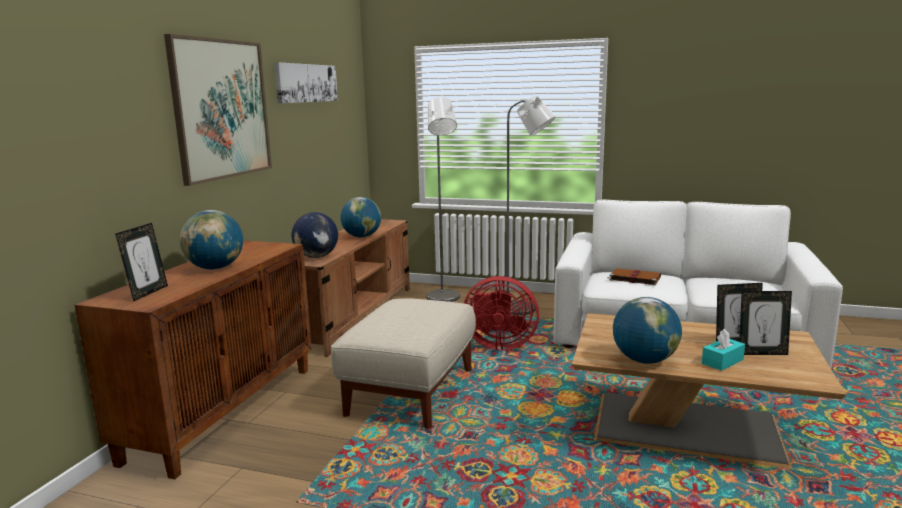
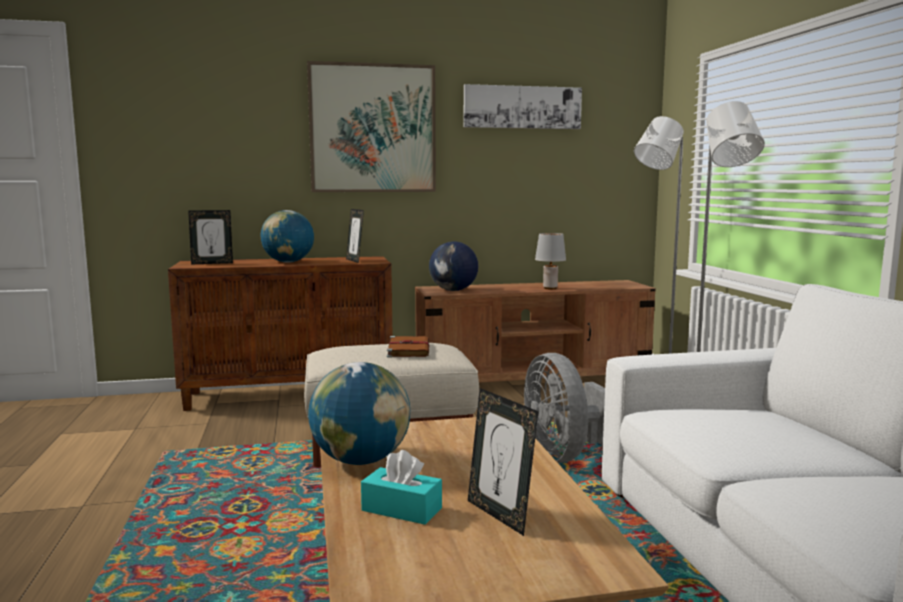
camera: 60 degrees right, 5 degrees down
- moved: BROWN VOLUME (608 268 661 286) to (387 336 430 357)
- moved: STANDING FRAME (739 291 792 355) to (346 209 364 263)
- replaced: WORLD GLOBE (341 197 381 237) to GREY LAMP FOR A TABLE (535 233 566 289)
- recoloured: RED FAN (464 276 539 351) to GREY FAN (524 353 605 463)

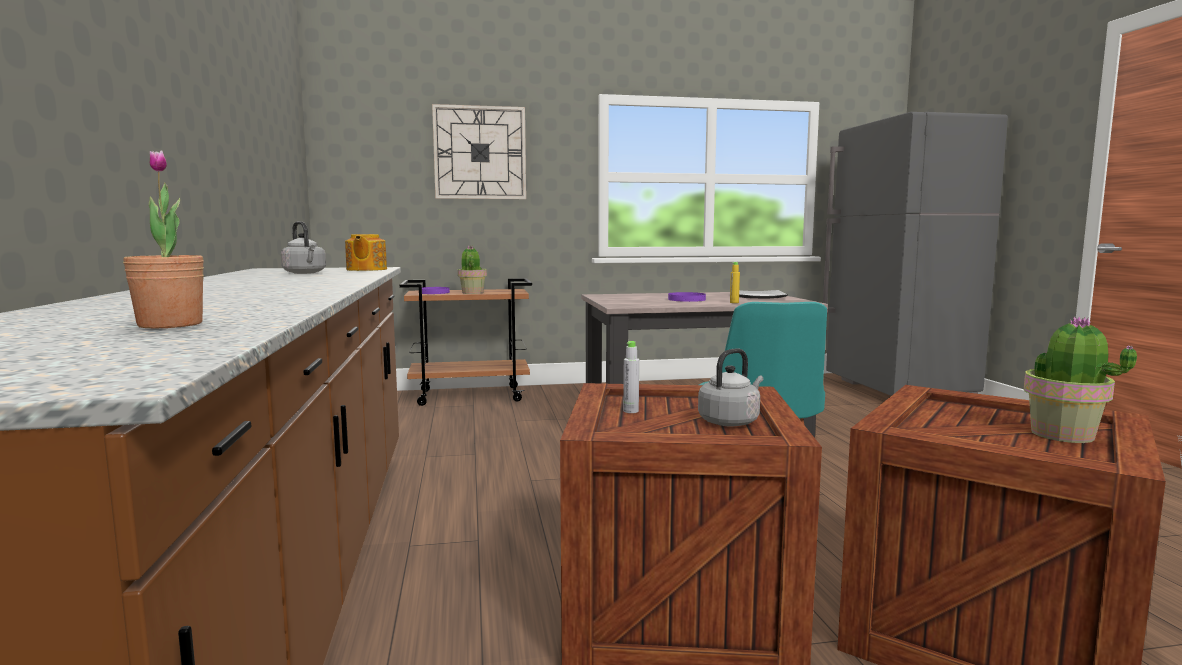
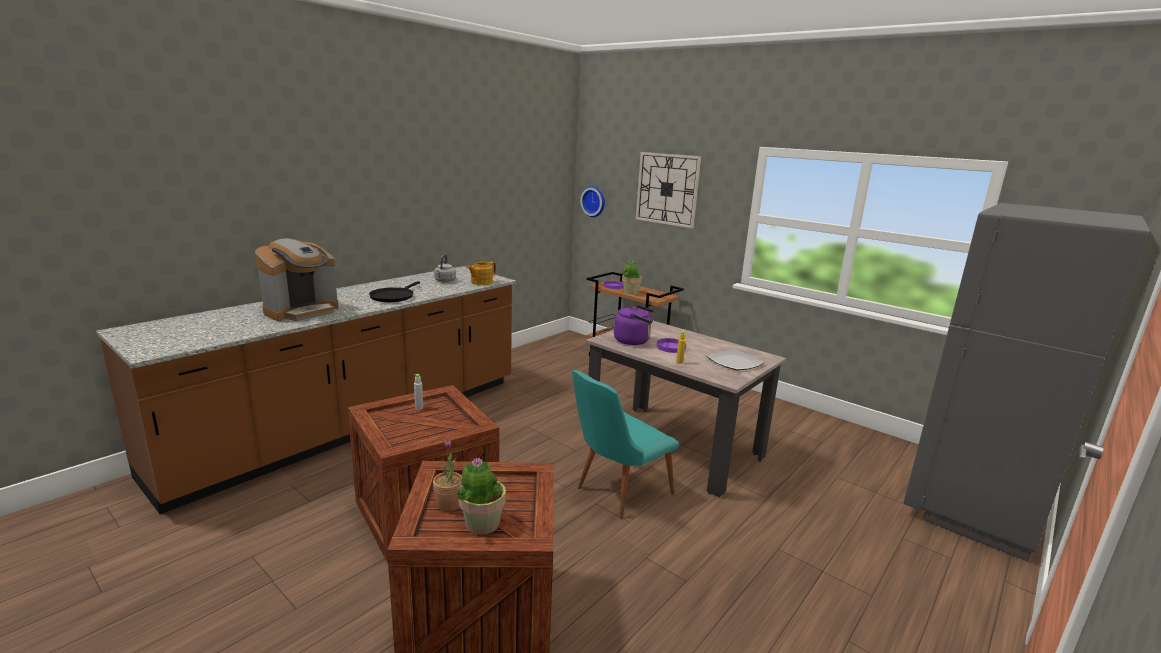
camera: 50 degrees right, 10 degrees up
- removed: GREY TEA KETTLE (698 348 763 427)
- added: COFFEE MACHINE (255 238 339 321)
- added: BLACK PAN (369 281 420 302)
- added: HANGING CLOCK (580 186 605 217)
- added: PURPLE TEA KETTLE (614 305 656 345)
- moved: POTTED PLANT (123 150 204 328) to (433 440 462 512)

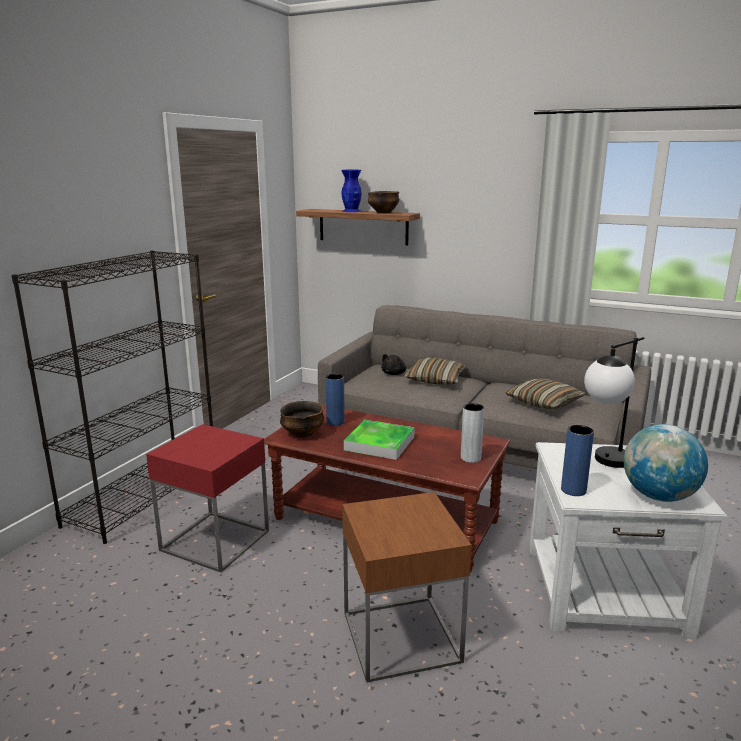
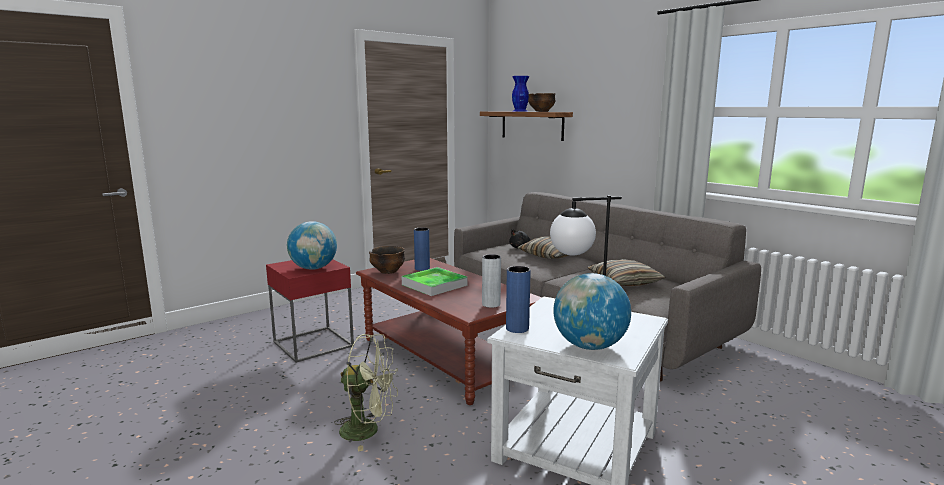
camera: 25 degrees right, 5 degrees down
- removed: BLACK SHELVING UNIT (11 250 213 544)
- added: WORLD GLOBE (287 221 337 270)
- replaced: BROWN SIDE TABLE (342 492 472 683) to GREENISH FAN (334 334 398 451)

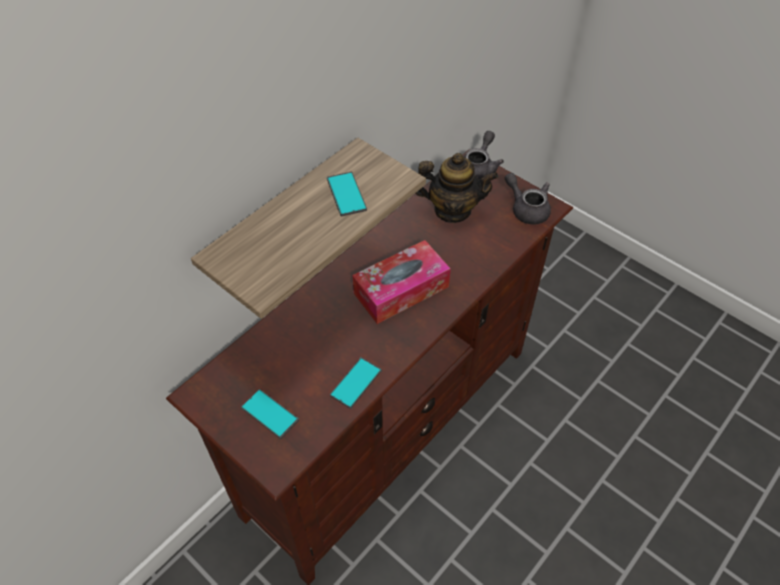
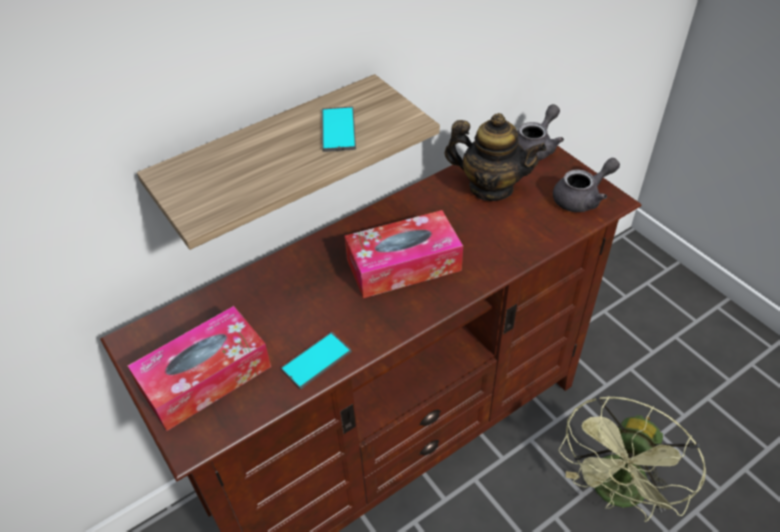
camera: 15 degrees right, 5 degrees down
- added: GREENISH FAN (559 396 707 522)
- replaced: HANDSET (241 389 299 439) to TISSUE BOX (128 306 271 431)
- turned: GREY POT FOR TEA (505 173 551 225) = (553 158 620 212) 90 degrees clockwise

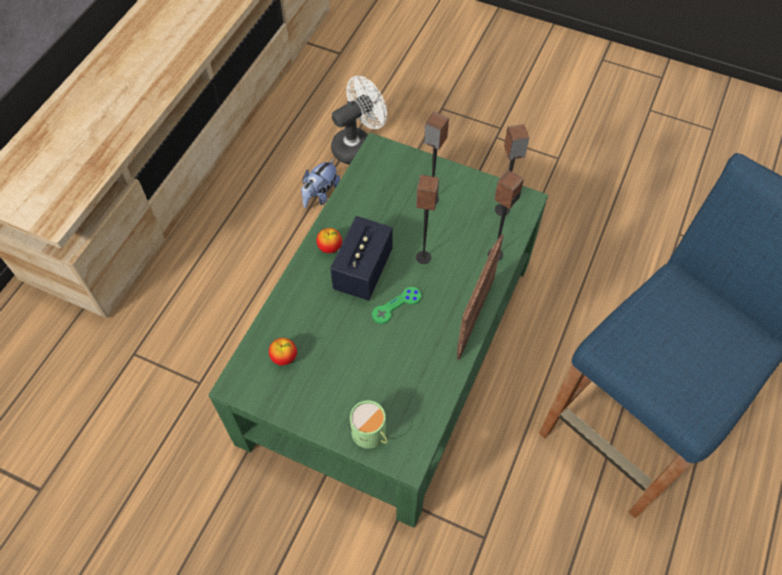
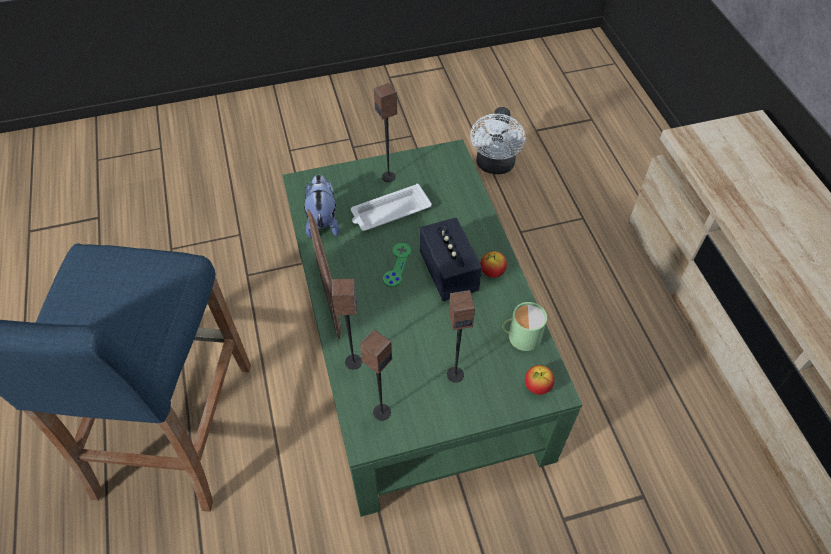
camera: 140 degrees right, 5 degrees down
- added: WHITE SERVING TRAY (351 184 432 231)
- moved: APPLE FRUIT (269 338 297 365) to (525 365 554 395)
- moved: SOFT TOY (301 159 340 208) to (304 174 340 238)
- moved: WHITE FAN (331 76 387 165) to (470 107 526 174)
- moved: GREENISH TEA MUG (349 400 388 449) to (502 302 547 351)
- moved: AUDIO SPEAKER (416 175 439 264) to (374 83 397 182)

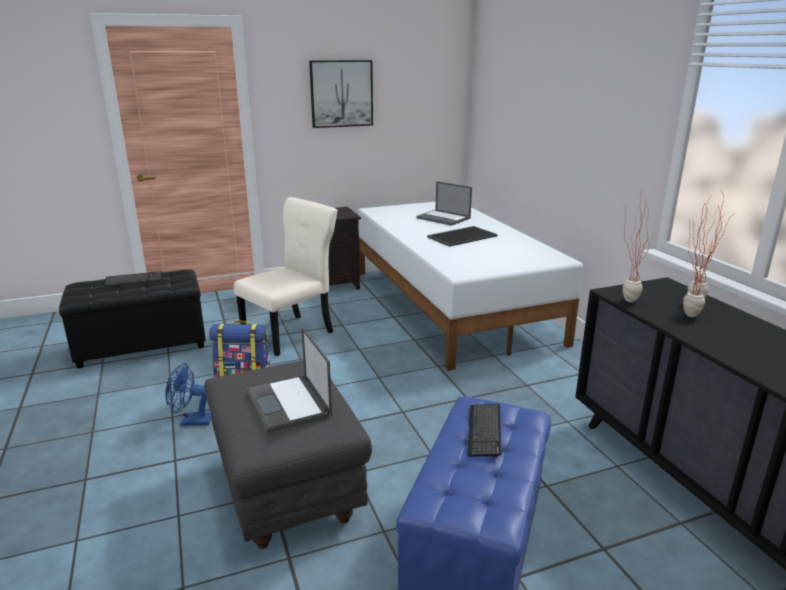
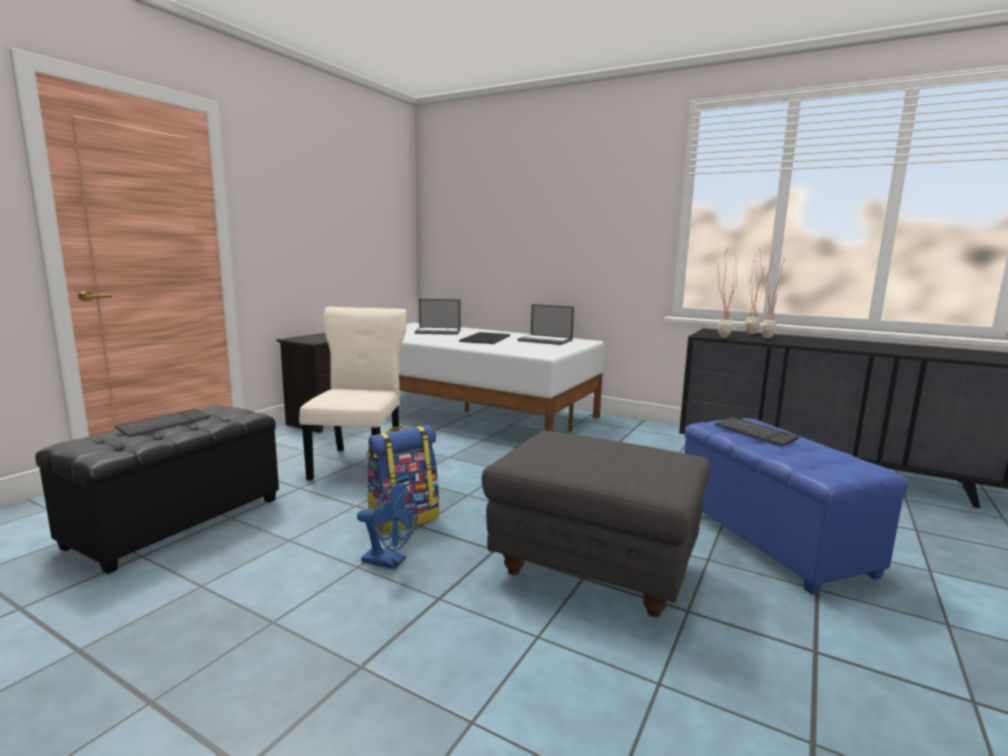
camera: 40 degrees left, 10 degrees down
- removed: WALL ART (309 60 373 128)
- moved: PORTABLE COMPUTER (247 327 332 433) to (517 304 574 345)
- turned: BLUE-COLOURED FAN (165 363 212 426) = (357 482 418 570) 120 degrees counterclockwise

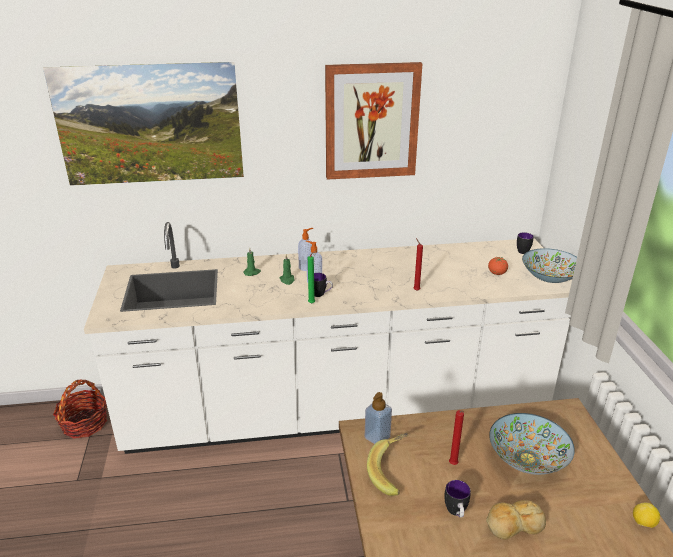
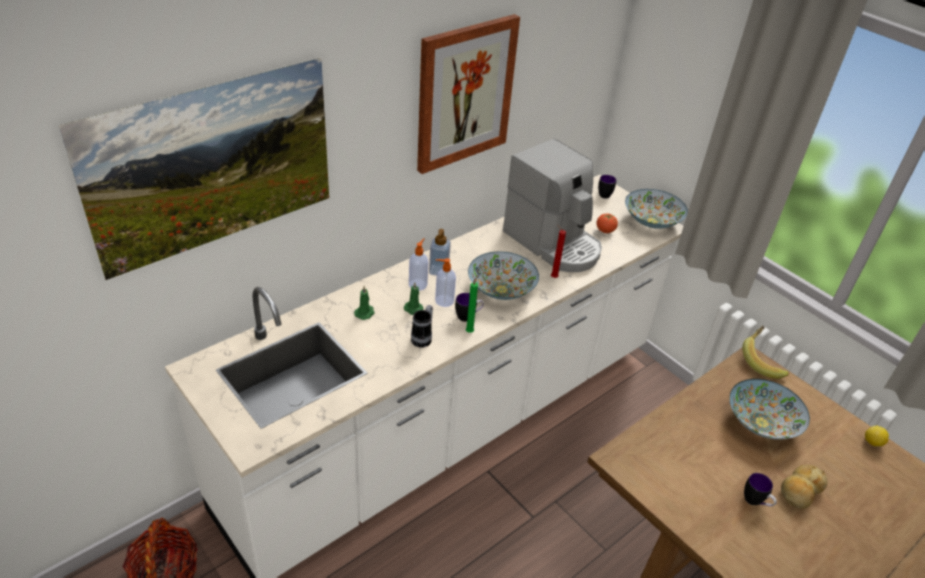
camera: 35 degrees left, 10 degrees up
- removed: RED WAX CANDLE (449 410 464 465)
- added: TEA MUG (411 305 433 348)
- added: DEEP DISH (468 252 539 300)
- added: COFFEE MACHINE (503 139 602 272)
- moved: LIQUID SOAP BOTTLE (365 392 392 444) to (429 229 451 276)
- moved: BANANA (367 433 408 496) to (742 326 789 379)

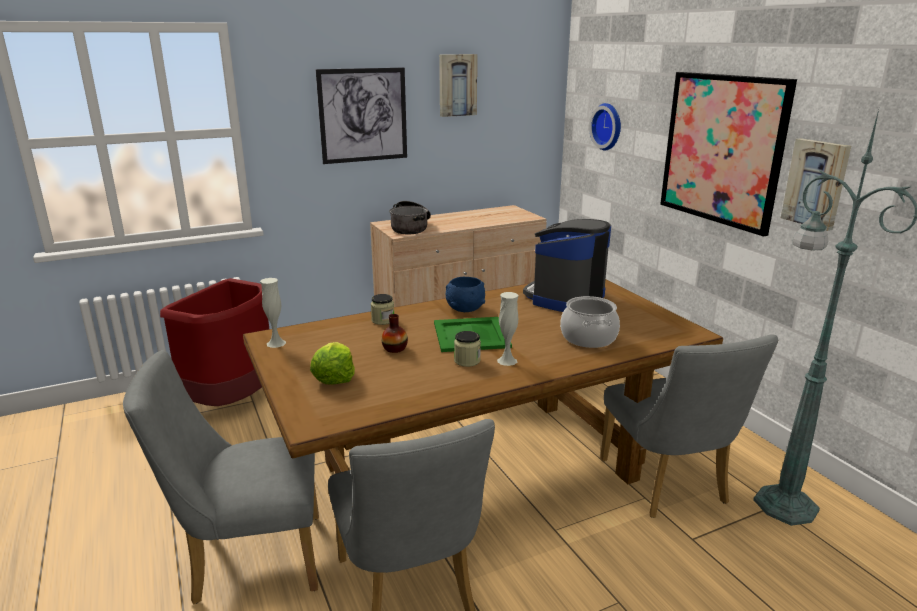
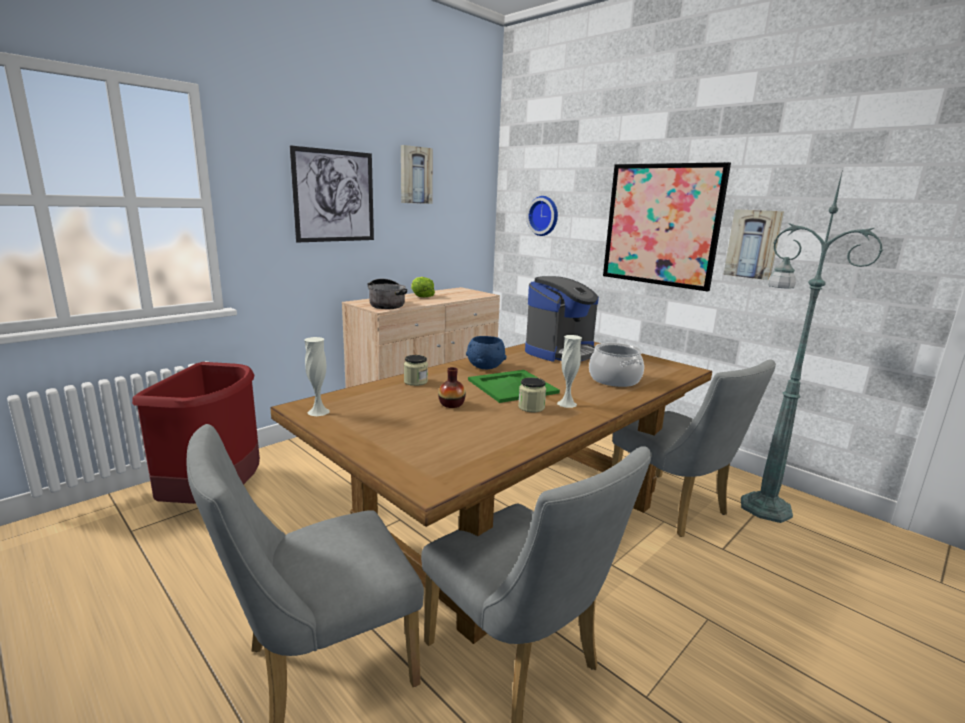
camera: 20 degrees left, 5 degrees down
- moved: HEAD OF LETTUCE (310 342 355 385) to (411 277 435 297)
- turned: COFFEE MACHINE (523 219 611 312) = (525 276 599 362) 150 degrees counterclockwise

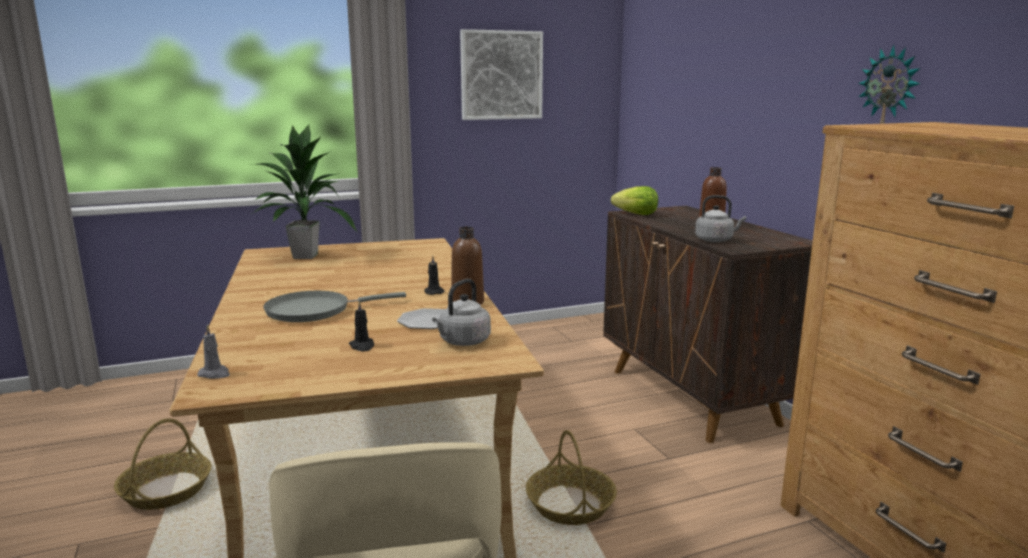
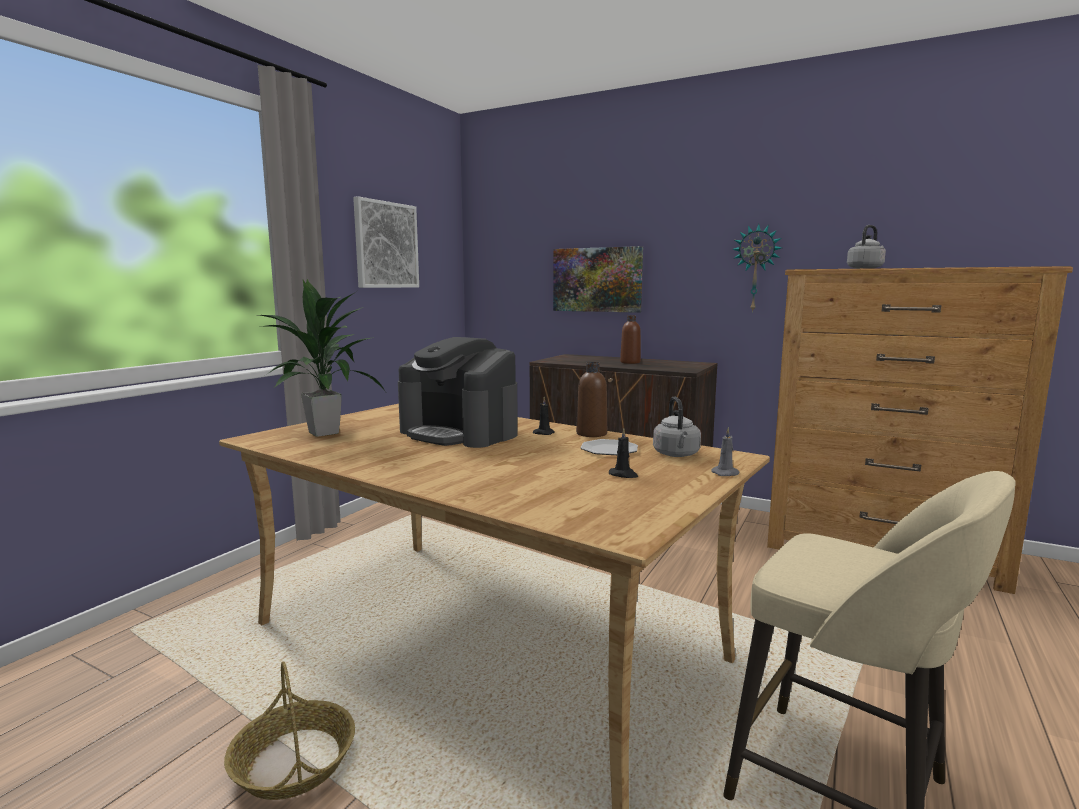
camera: 40 degrees left, 5 degrees down
- removed: GREY PAN (263 291 406 322)
- removed: STORAGE BASKET (526 430 617 525)
- removed: HEAD OF LETTUCE (611 186 658 215)
- added: COFFEE MACHINE (398 337 518 448)
- added: WALL ART (553 246 643 313)
- moved: GREY WAX CANDLE (197 324 230 379) to (711 427 740 476)
- moved: GREY TEA KETTLE (695 195 746 242) to (847 225 886 269)

